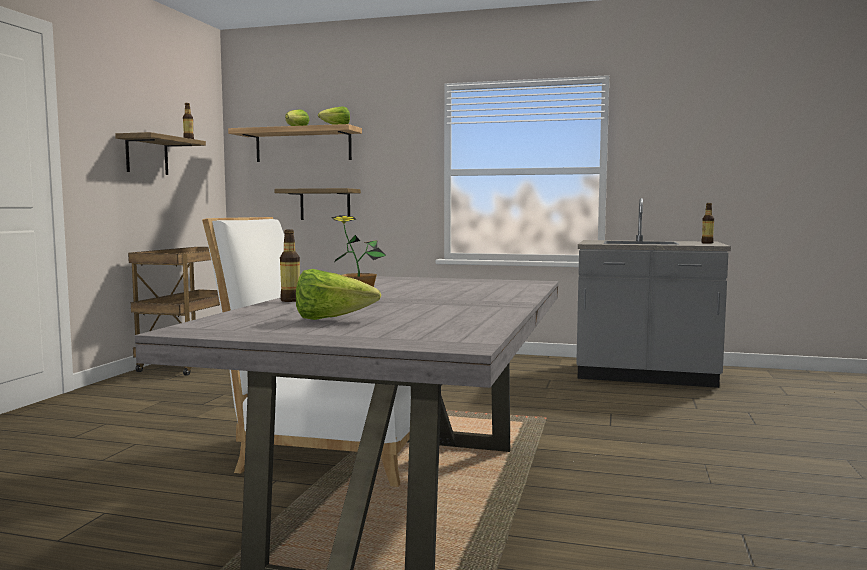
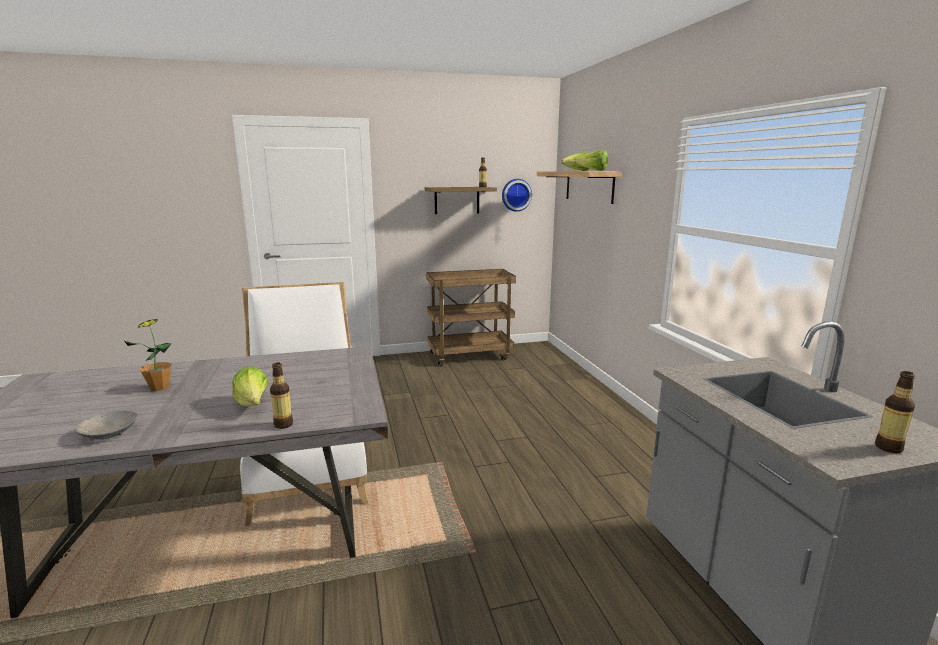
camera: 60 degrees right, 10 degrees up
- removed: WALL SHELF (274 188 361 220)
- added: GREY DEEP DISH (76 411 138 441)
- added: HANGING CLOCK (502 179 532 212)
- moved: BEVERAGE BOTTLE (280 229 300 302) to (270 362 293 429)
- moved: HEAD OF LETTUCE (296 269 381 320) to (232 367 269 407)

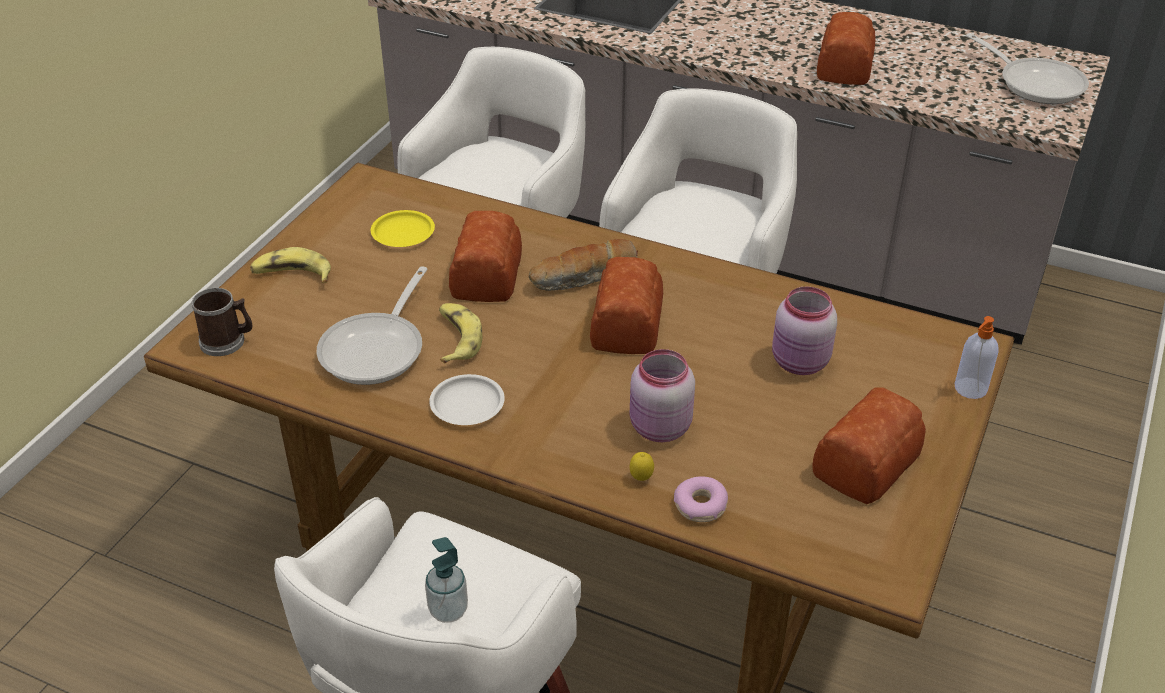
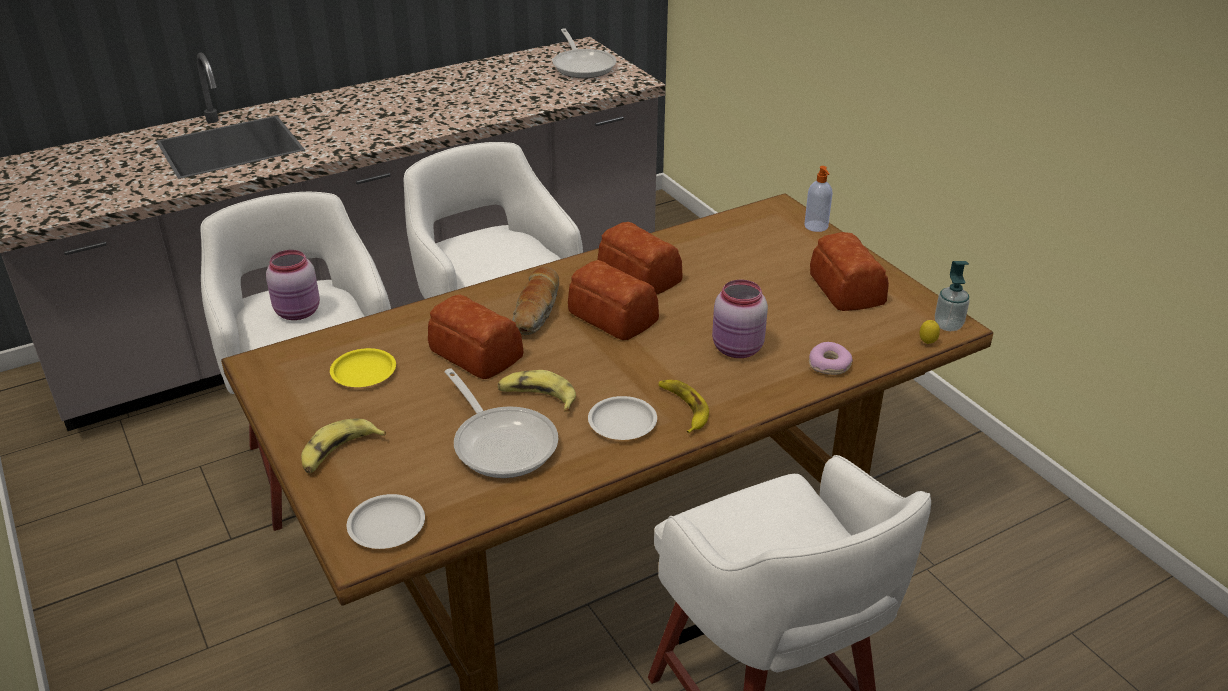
camera: 55 degrees left, 5 degrees down
- added: BANANA (658 380 709 433)
- moved: LIQUID SOAP BOTTLE (425 537 468 623) to (935 261 969 331)
- moved: WHOLE LEMON (629 452 654 481) to (919 320 940 344)
- moved: PINKISH JAR (772 286 837 375) to (266 250 320 320)
- moved: BAKERY BREAD (817 12 876 85) to (597 222 683 295)
- replaced: TEA MUG (191 288 253 356) to WHITE FLAT DISH (347 494 425 549)
- turned: PAN (966 33 1089 104) = (552 28 616 78) 75 degrees clockwise

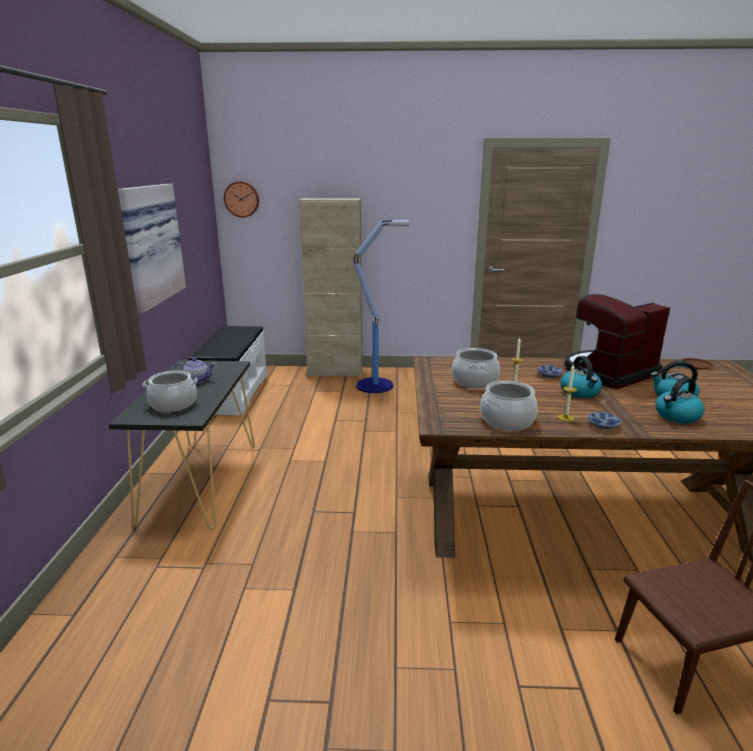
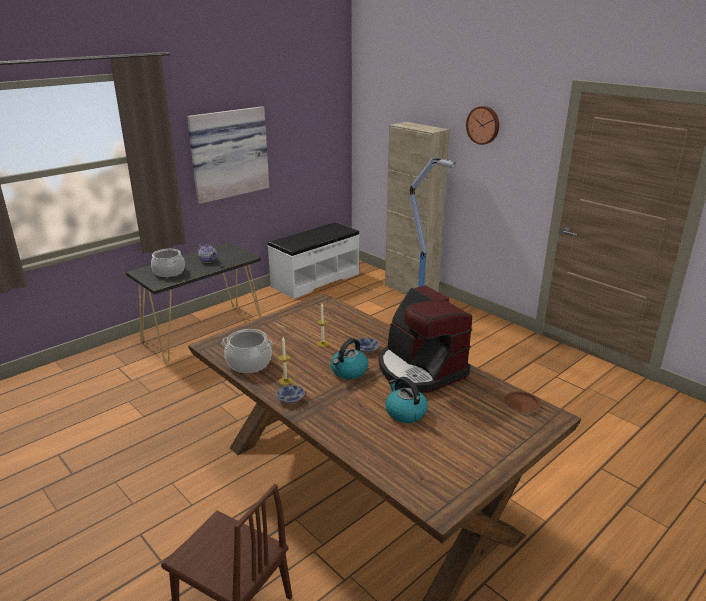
camera: 45 degrees right, 5 degrees up
- removed: COOKING POT (452 348 500 389)
- removed: TEA KETTLE (655 377 705 423)
- moved: HANGING CLOCK (224 181 259 218) to (466 106 499 145)
- turned: COFFEE MACHINE (564 294 670 389) = (379 285 472 393) 135 degrees counterclockwise

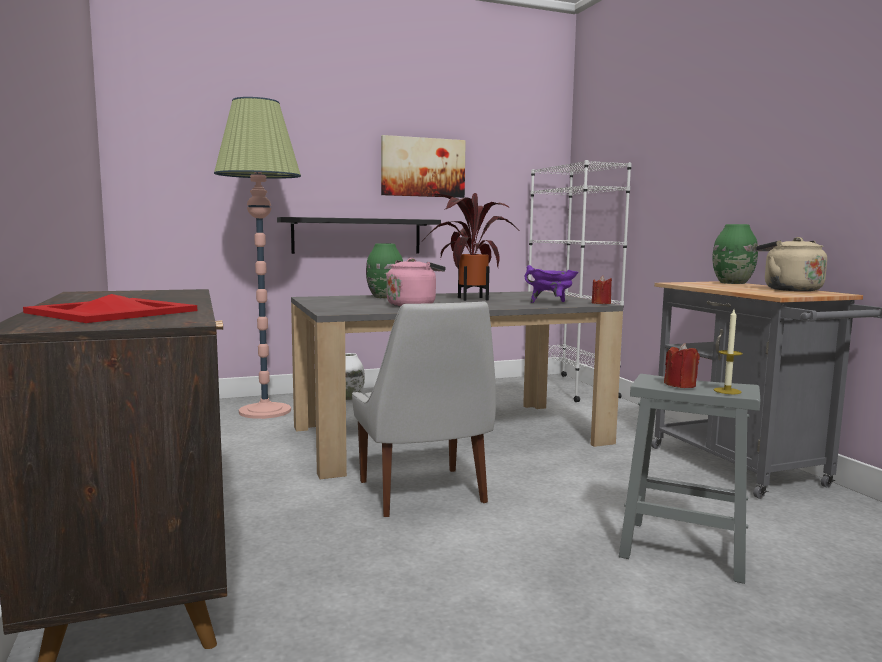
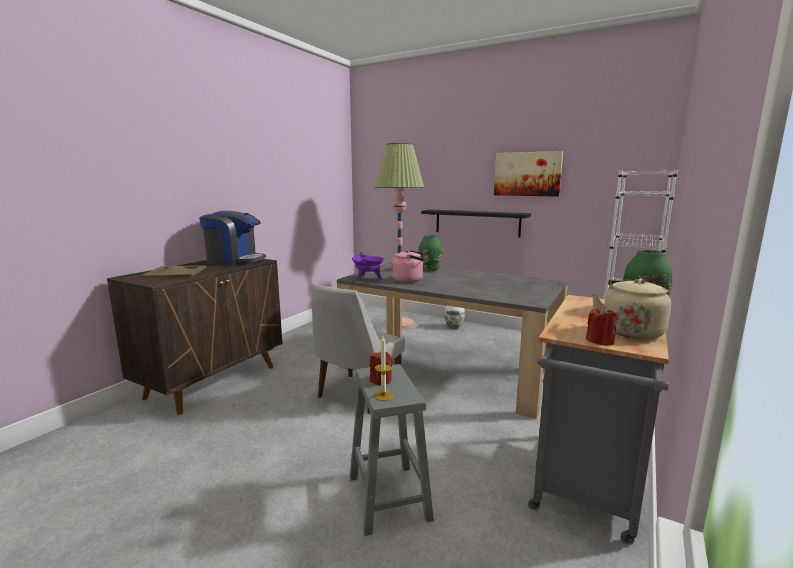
camera: 50 degrees right, 5 degrees up
- removed: POTTED PLANT (422 193 521 301)
- added: COFFEE MACHINE (199 211 266 265)
- moved: PURPLE COOKING POT (525 265 579 303) to (352 252 384 279)
- moved: RED WAX CANDLE (592 276 612 304) to (586 307 618 346)
- recoloured: RED SERVING TRAY (23 294 197 323) to BEIGE-COLOURED SERVING TRAY (141 265 207 278)

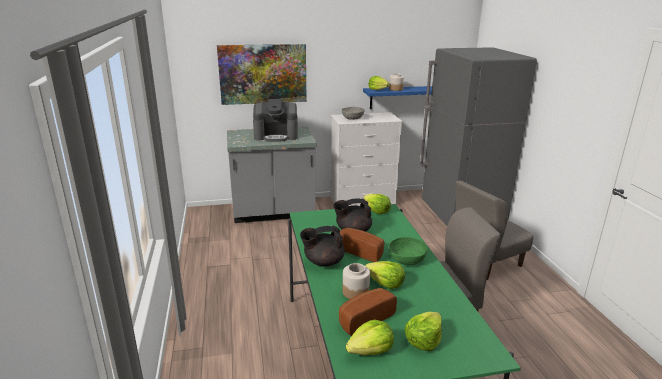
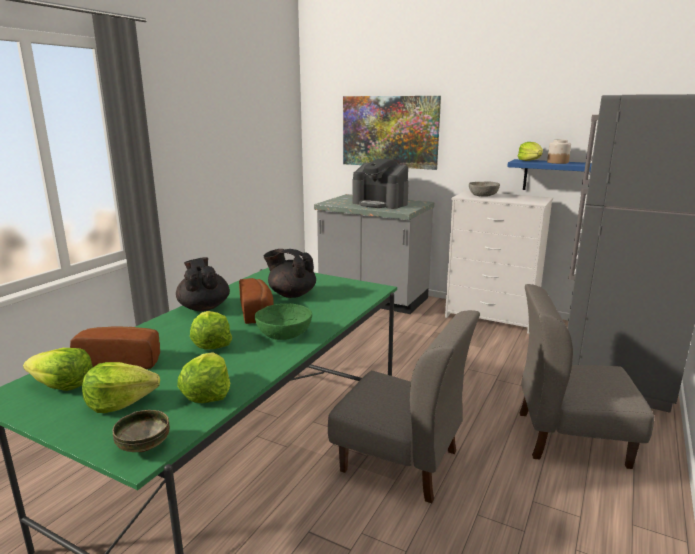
camera: 40 degrees right, 5 degrees down
- removed: JAR (342 263 370 299)
- added: DEEP DISH (112 410 170 452)
- moved: HEAD OF LETTUCE (363 194 391 214) to (177 352 230 403)
- turned: BLACK POT FOR TEA (300 225 345 267) = (176 257 230 311) 45 degrees clockwise

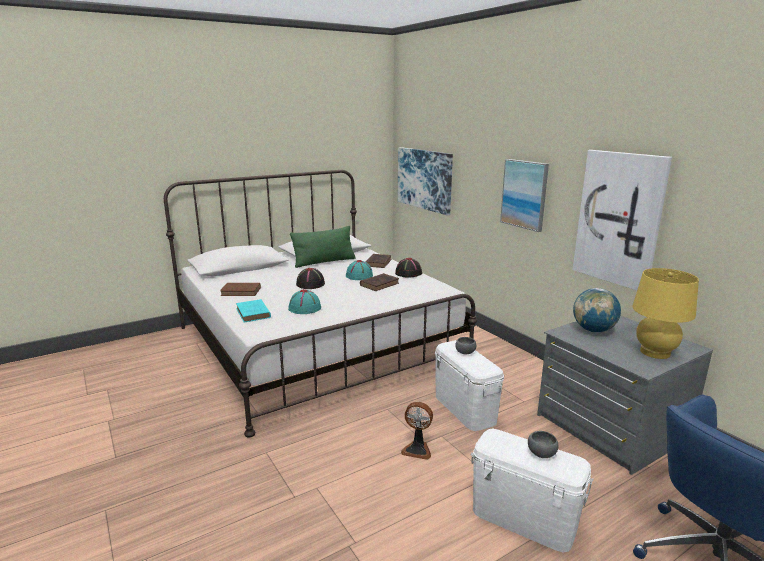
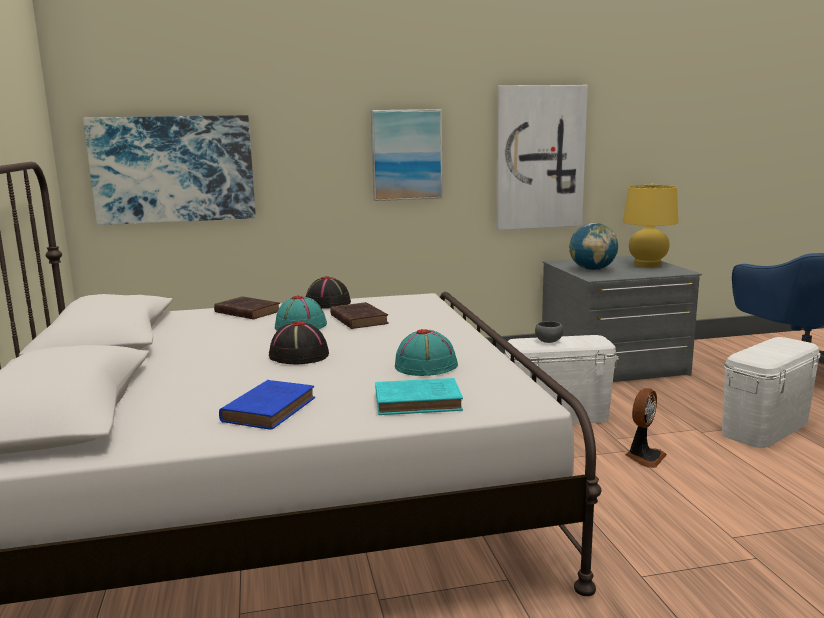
camera: 70 degrees left, 5 degrees down
- removed: GREENISH THROW PILLOW (290 226 356 268)
- removed: GREY DEEP DISH (528 431 558 458)
- recoloured: BROWN VOLUME (220 283 261 296) to BLUE-COLOURED VOLUME (219 380 315 430)

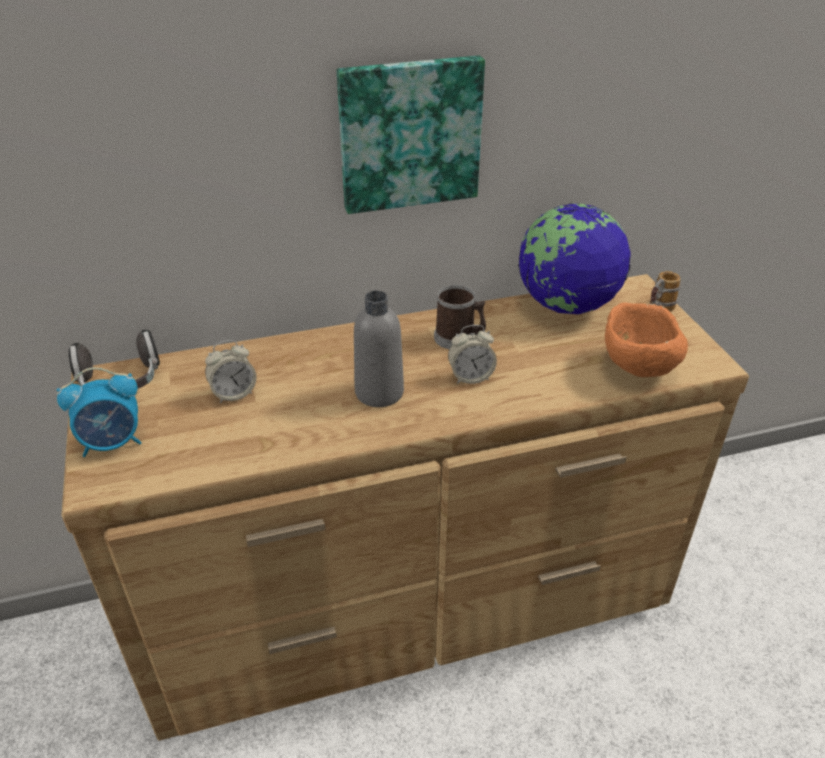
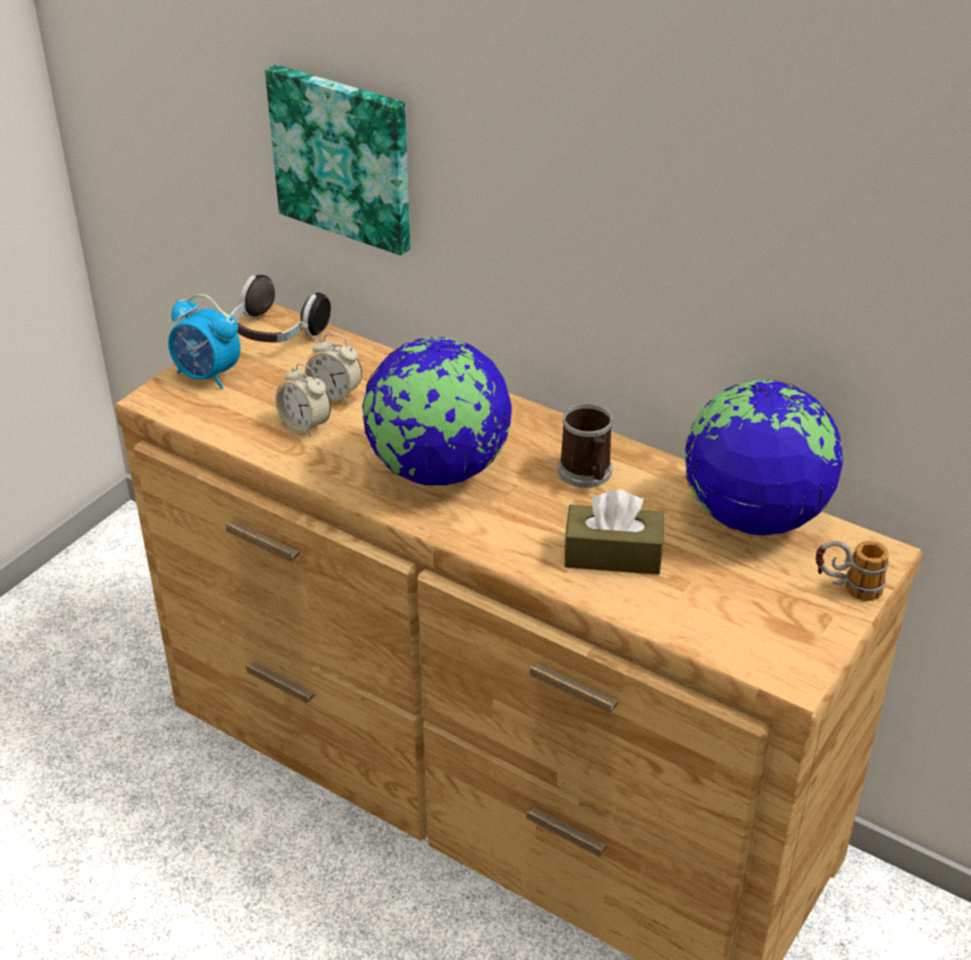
camera: 50 degrees right, 0 degrees up
- removed: ORANGE-COLOURED DEEP DISH (605 302 688 377)
- added: BROWN TISSUE BOX (564 489 664 575)
- moved: WALL ART (337 56 485 214) to (265 64 410 256)
- moved: ALARM CLOCK (448 325 497 384) to (275 363 331 437)
- replaced: GREY BEVERAGE BOTTLE (354 291 404 407) to WORLD GLOBE (362 337 512 487)

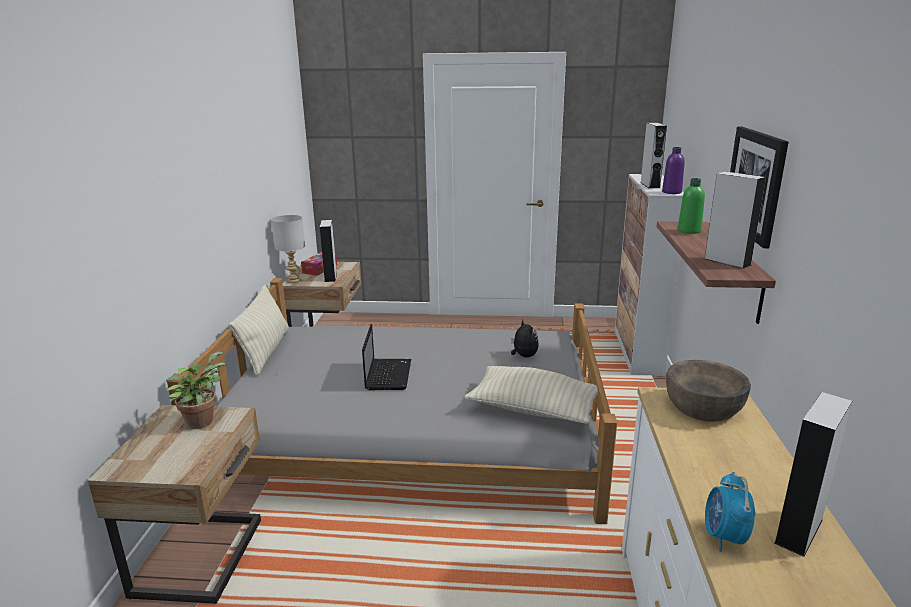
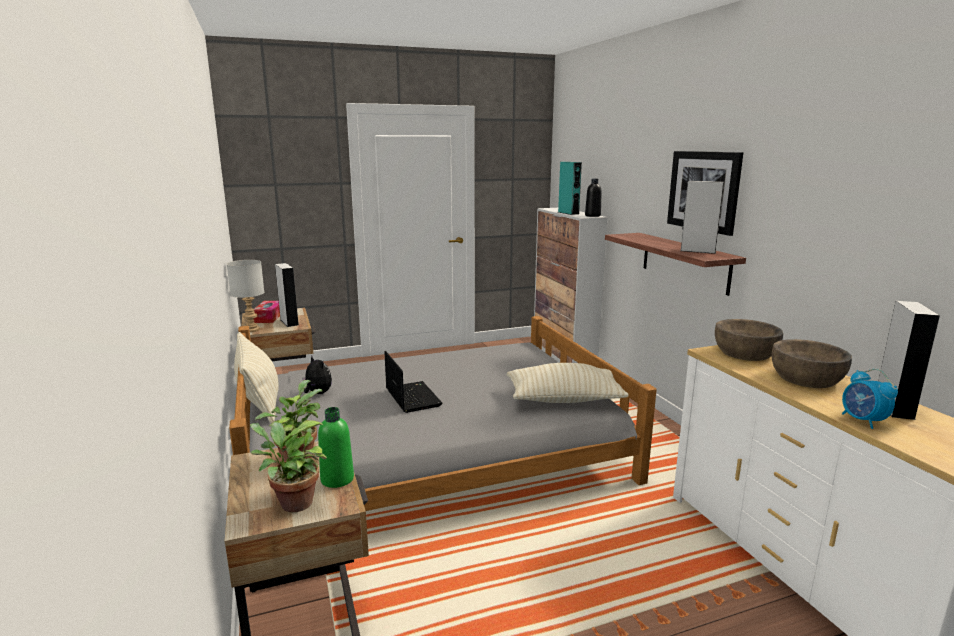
camera: 25 degrees left, 5 degrees down
- added: POTTED PLANT (250 420 327 512)
- added: BROWN DEEP DISH (771 339 852 388)
- moved: SOFT TOY (511 320 539 358) to (302 356 332 394)
- moved: GREENISH BEVERAGE BOTTLE (678 178 705 234) to (318 407 354 488)
- recoloured: GREY AUDIO SPEAKER (641 123 667 189) to TURQUOISE AUDIO SPEAKER (558 162 582 215)
- recoloured: PURPLE BEVERAGE BOTTLE (662 147 685 194) to BLACK BEVERAGE BOTTLE (585 179 602 217)

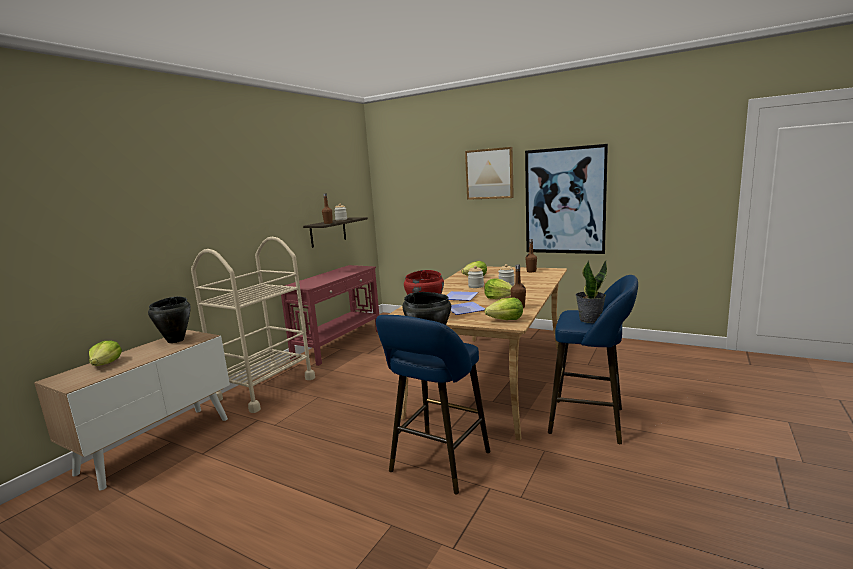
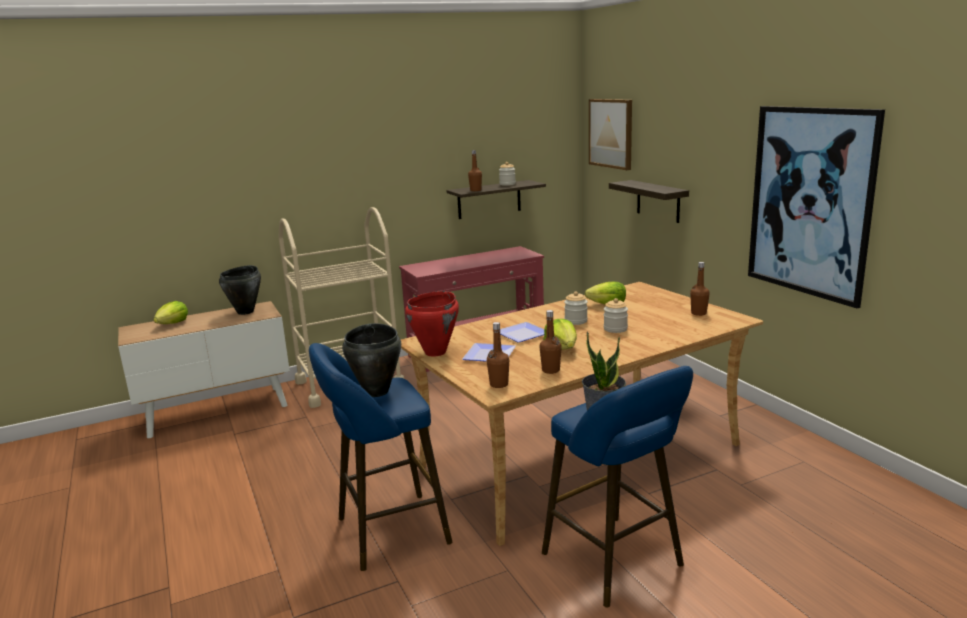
camera: 35 degrees right, 5 degrees up
- added: WALL SHELF (609 180 689 223)
- moved: WALL ART (465 147 514 200) to (589 99 632 170)
- replaced: HEAD OF LETTUCE (485 298 523 320) to BROWN BEVERAGE BOTTLE (487 322 509 388)

